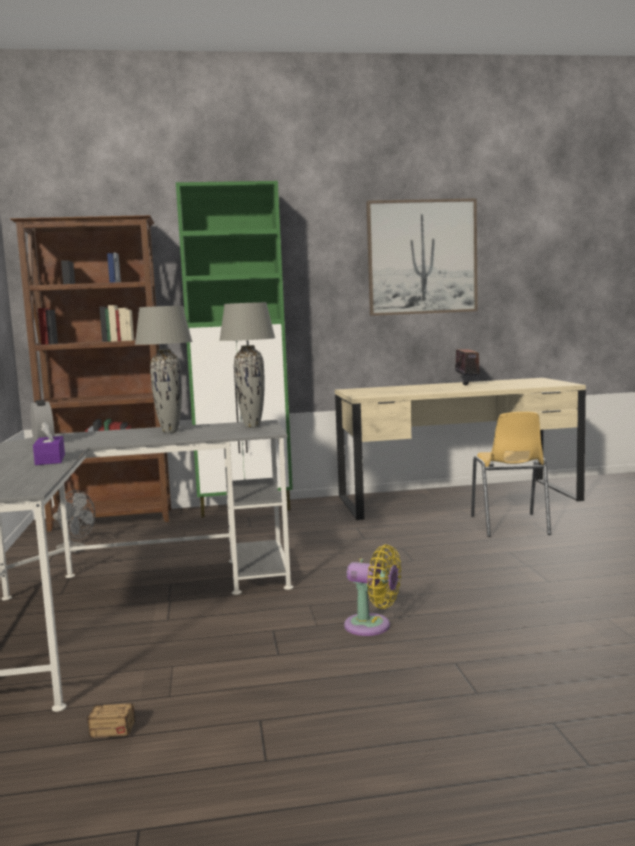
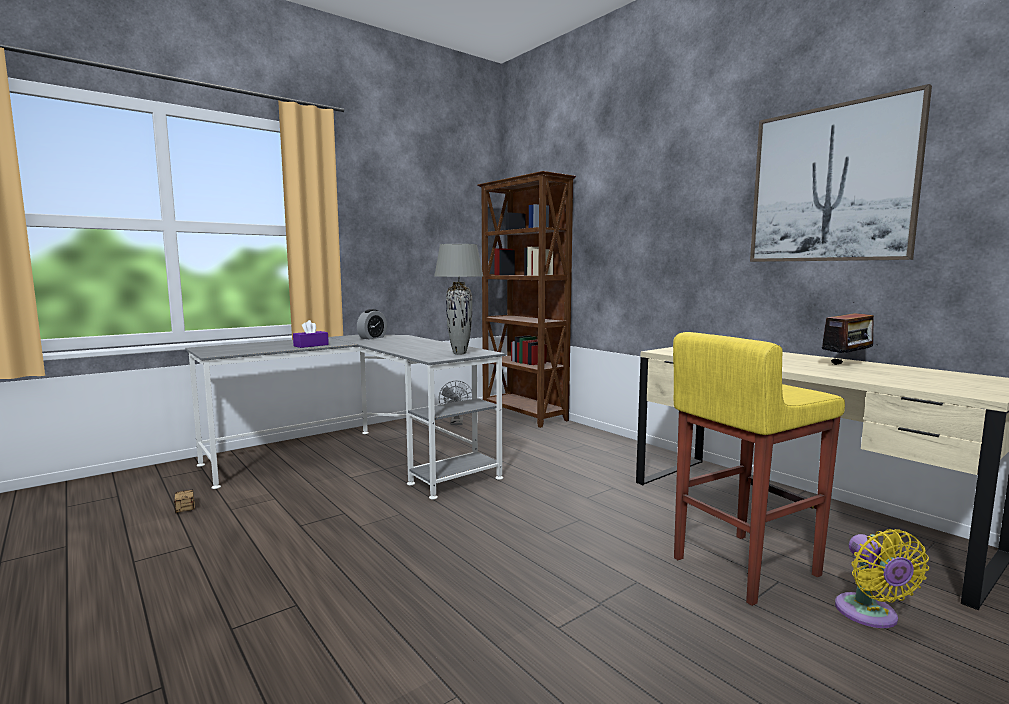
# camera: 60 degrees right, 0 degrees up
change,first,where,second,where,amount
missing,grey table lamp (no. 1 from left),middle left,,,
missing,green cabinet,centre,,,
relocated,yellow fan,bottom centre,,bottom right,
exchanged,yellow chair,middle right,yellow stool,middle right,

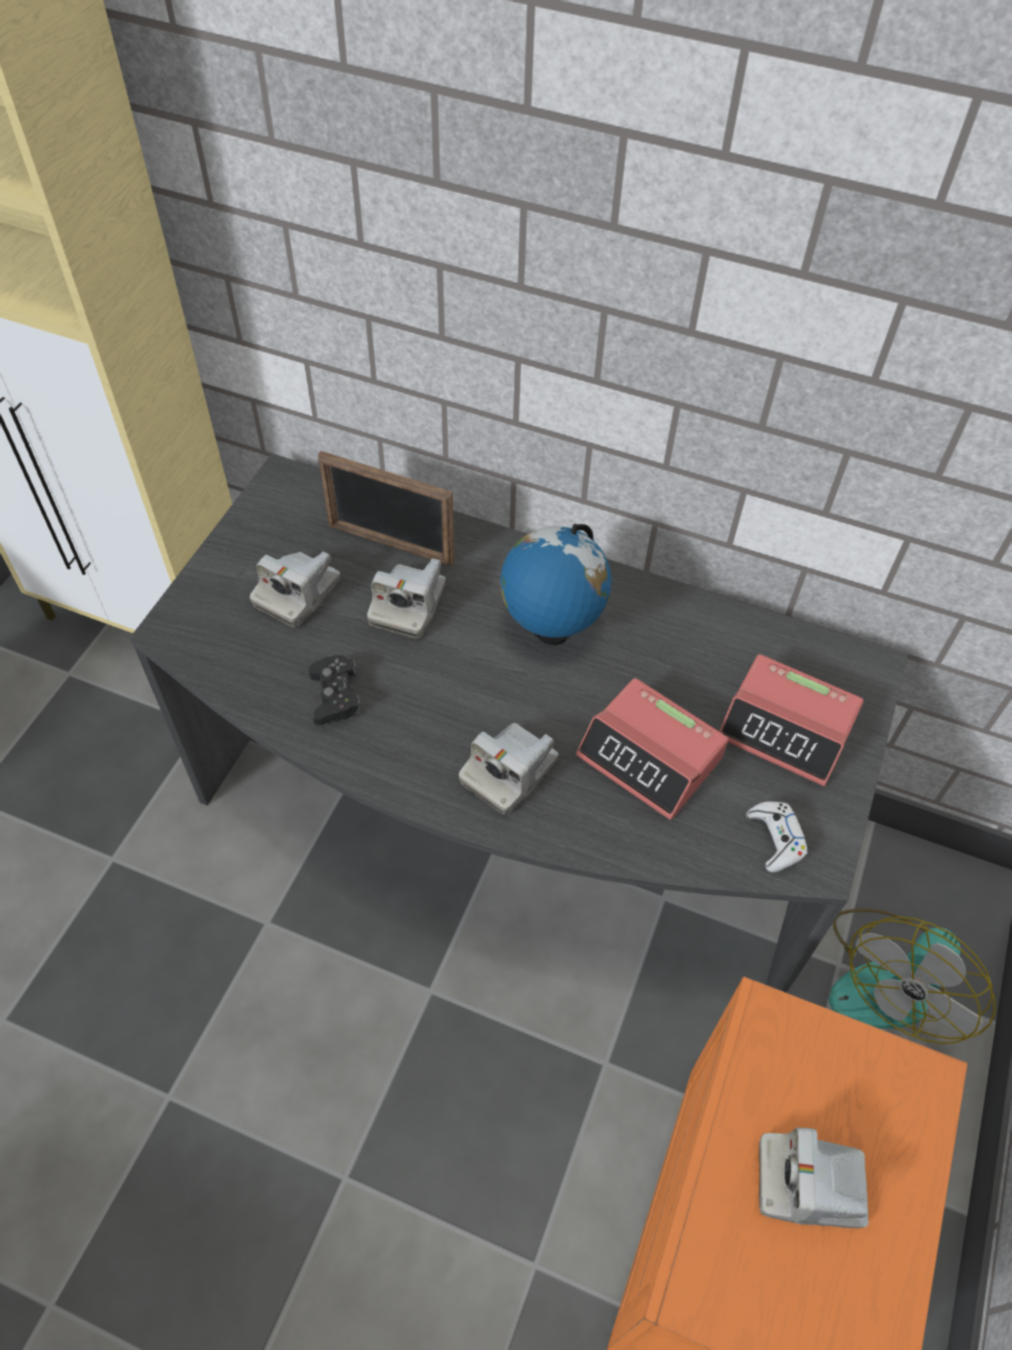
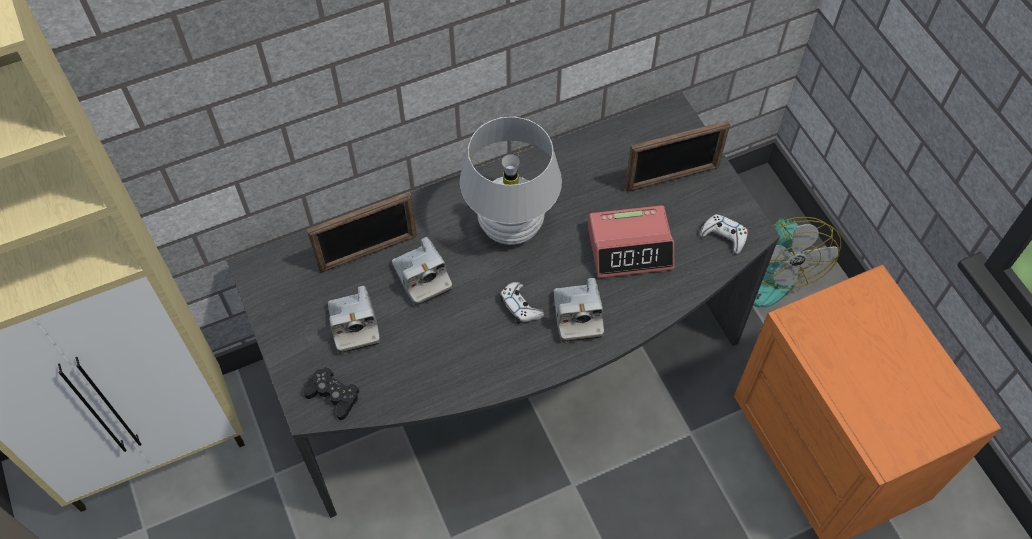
# camera: 45 degrees left, 5 degrees up
change,first,where,second,where,amount
missing,photo camera (no. 4 from left),bottom right,,,
appeared,,,white game controller (no. 1 from left),centre,
relocated,black game controller,middle left,,bottom left,
exchanged,globe,centre,white table lamp,centre,
exchanged,alarm clock (no. 2 from left),middle right,picture frame (no. 2 from left),top centre,

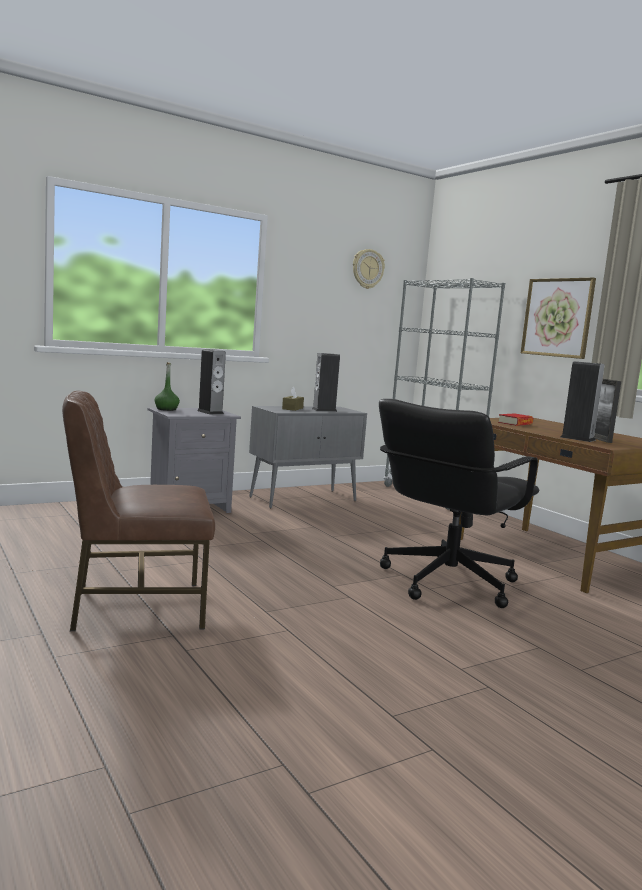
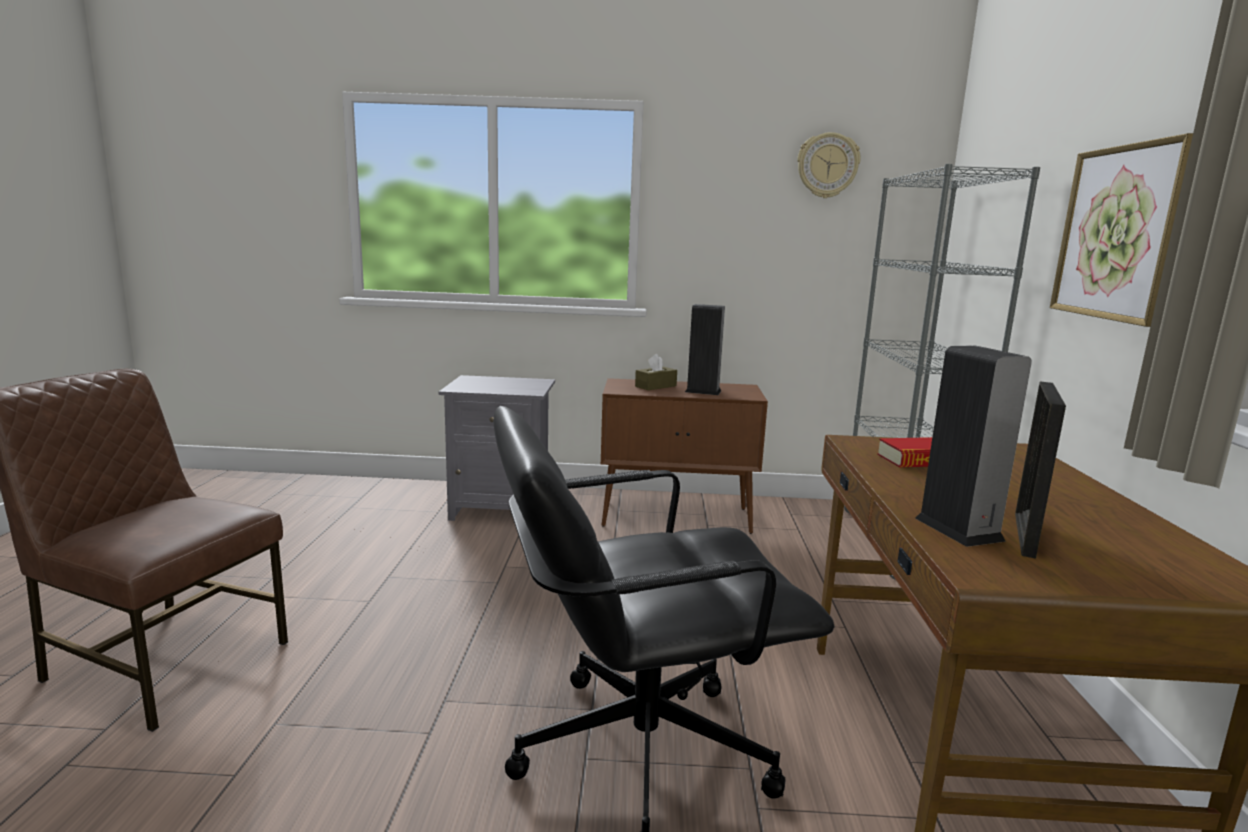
# camera: 35 degrees right, 5 degrees up
change,first,where,second,where,amount
missing,green bottle,middle left,,,
missing,speaker (no. 1 from left),middle left,,,
colour,grey cabinet,centre,brown cabinet,centre,

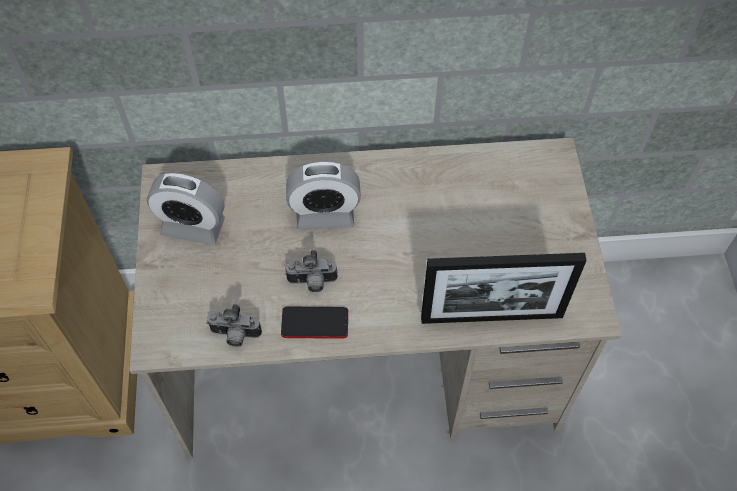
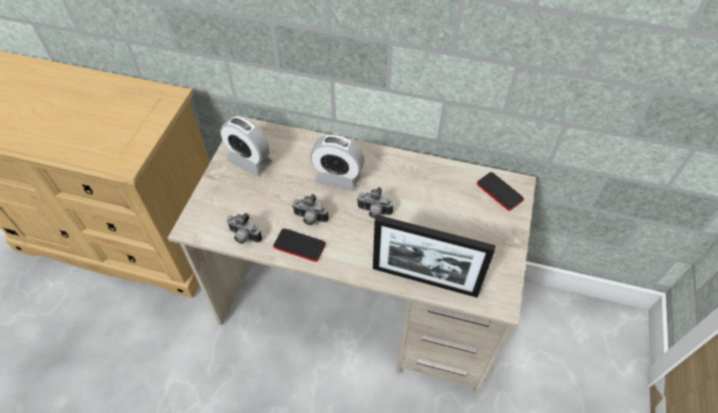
# camera: 20 degrees right, 5 degrees down
change,first,where,second,where,amount
appeared,,,photo camera (no. 3 from left),centre,
appeared,,,phone (no. 2 from left),middle right,

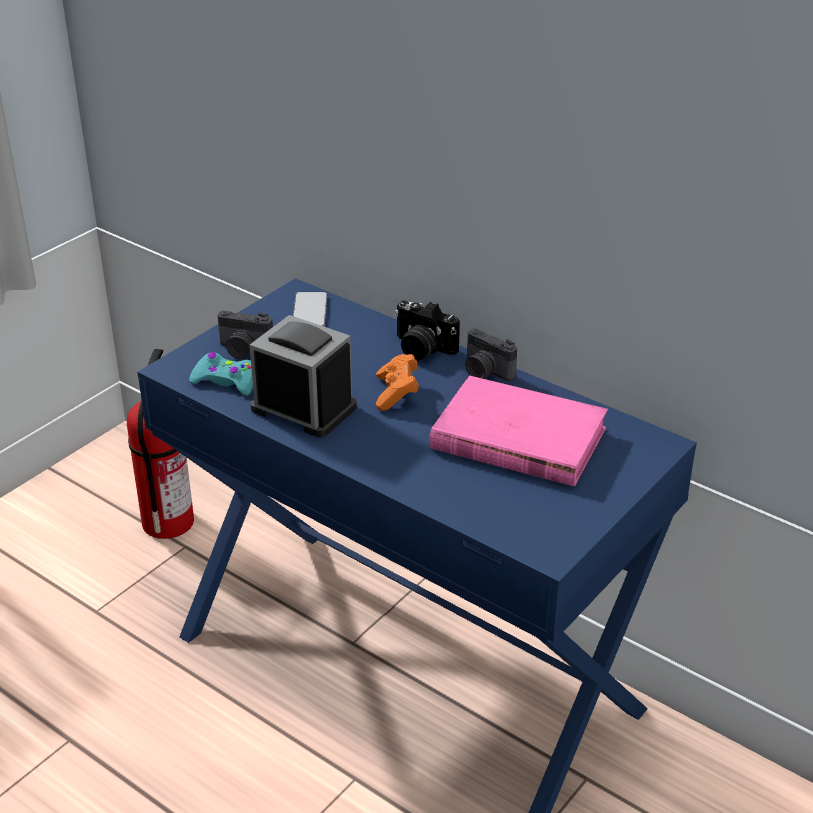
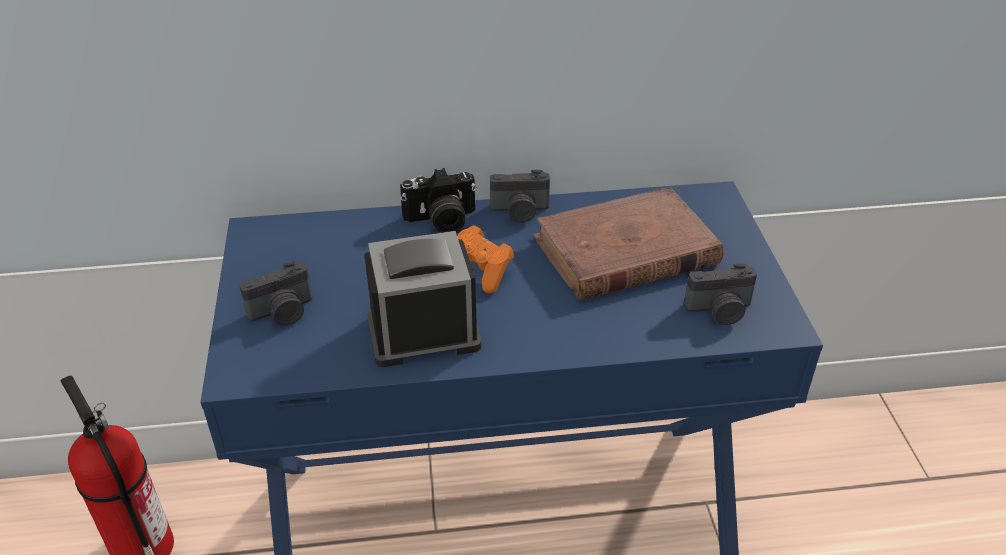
# camera: 45 degrees left, 5 degrees up
change,first,where,second,where,amount
missing,turquoise game controller,middle left,,,
missing,phone,centre,,,
appeared,,,photo camera (no. 4 from left),middle right,
colour,pink book,centre,brown book,centre,

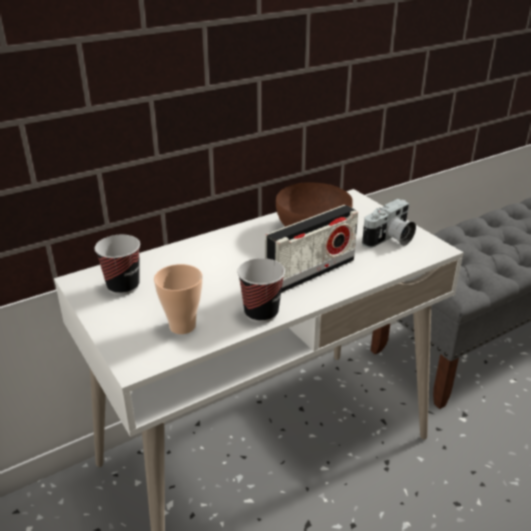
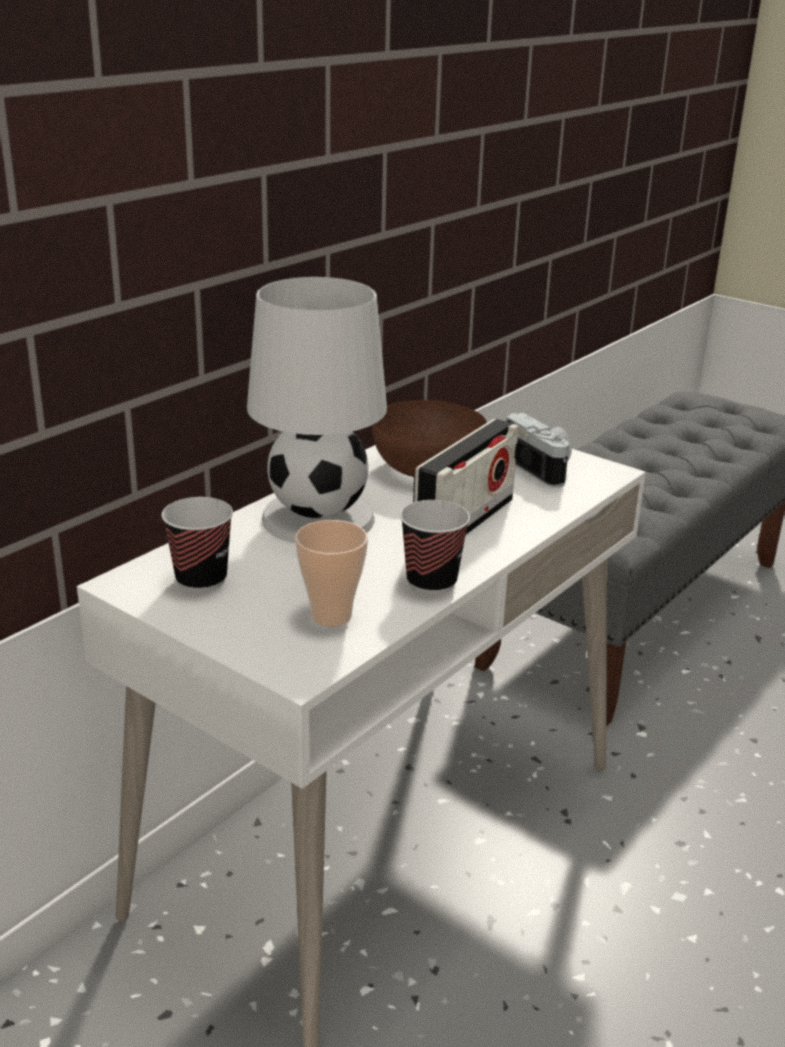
# camera: 20 degrees left, 5 degrees down
change,first,where,second,where,amount
appeared,,,white table lamp,centre,
spun,photo camera,middle right,,middle right,60 degrees counterclockwise

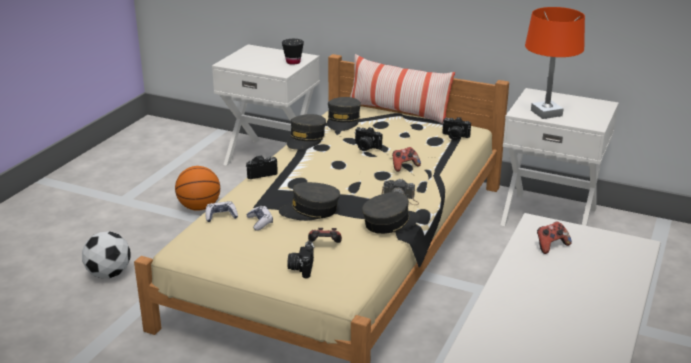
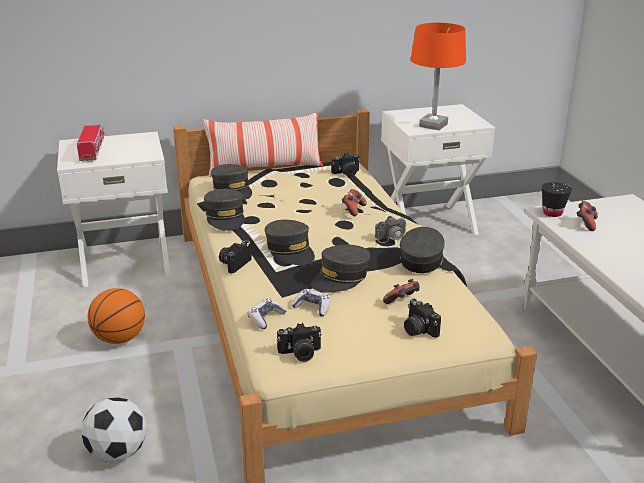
# camera: 40 degrees left, 0 degrees up
change,first,where,second,where,amount
appeared,,,toy truck,top left,
appeared,,,grey cap (no. 3 from left),centre,
relocated,black cup,top centre,,middle right,
relocated,photo camera (no. 3 from left in the first image),centre,photo camera (no. 2 from left),bottom centre,

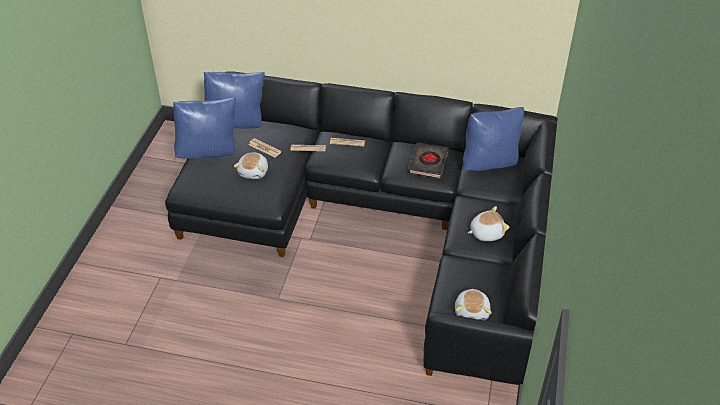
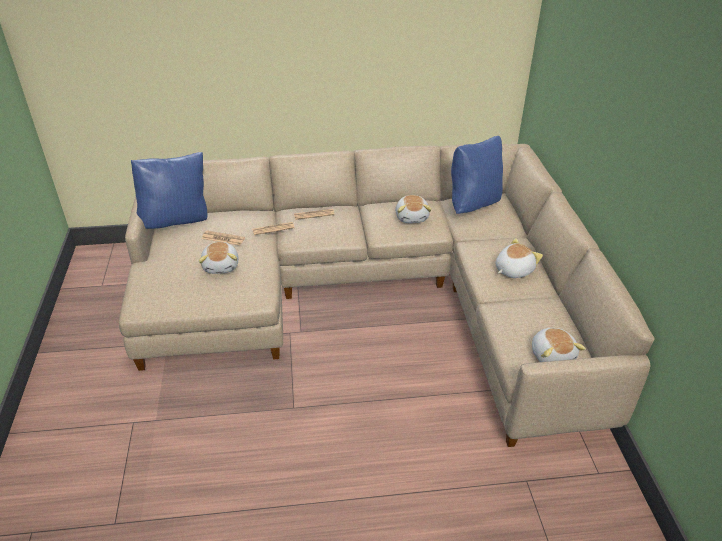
# camera: 20 degrees left, 5 degrees down
change,first,where,second,where,amount
missing,blue pillow (no. 1 from left),top left,,,
exchanged,black book,centre,plush toy (no. 2 from left),centre,
colour,black sofa,centre,beige sofa,centre,

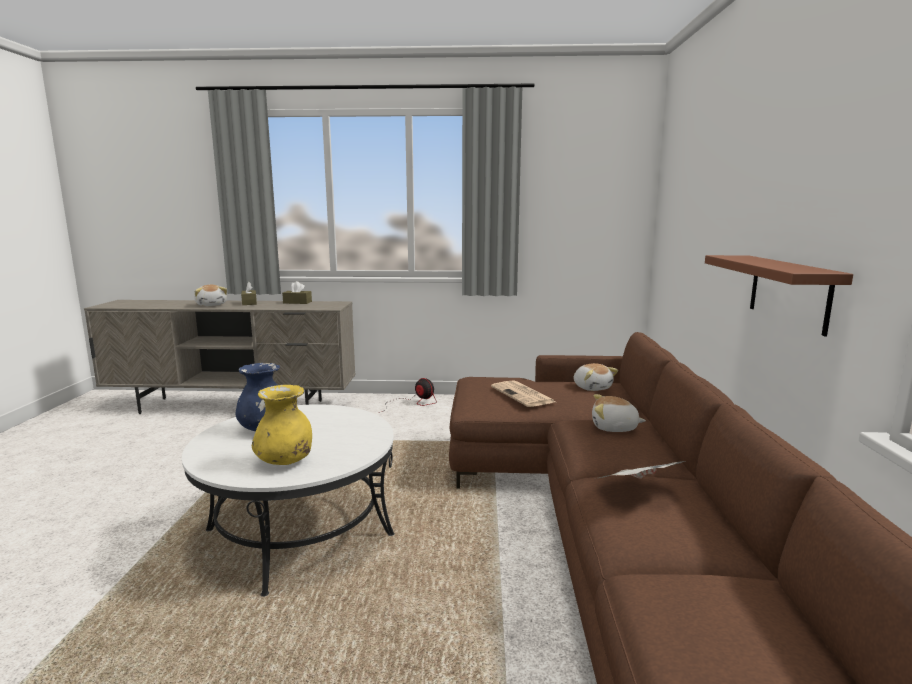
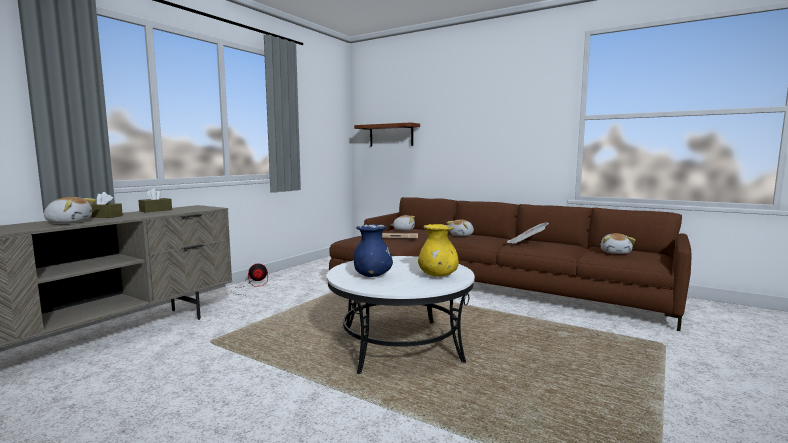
# camera: 60 degrees left, 5 degrees down
change,first,where,second,where,amount
appeared,,,plush toy (no. 4 from left),middle right,
relocated,brown shelf,middle right,,top centre,

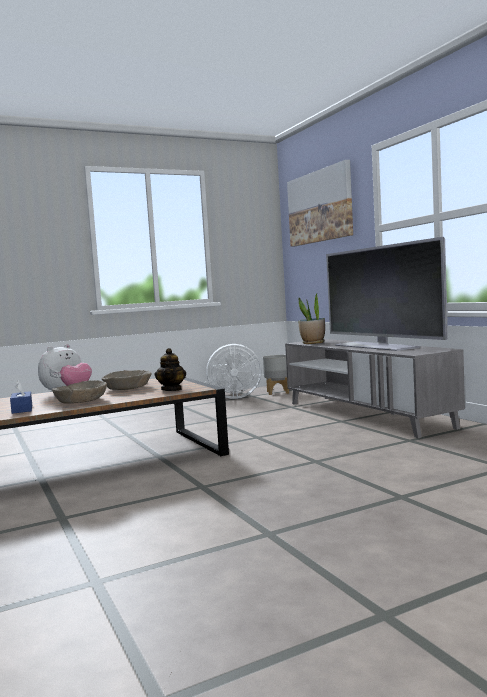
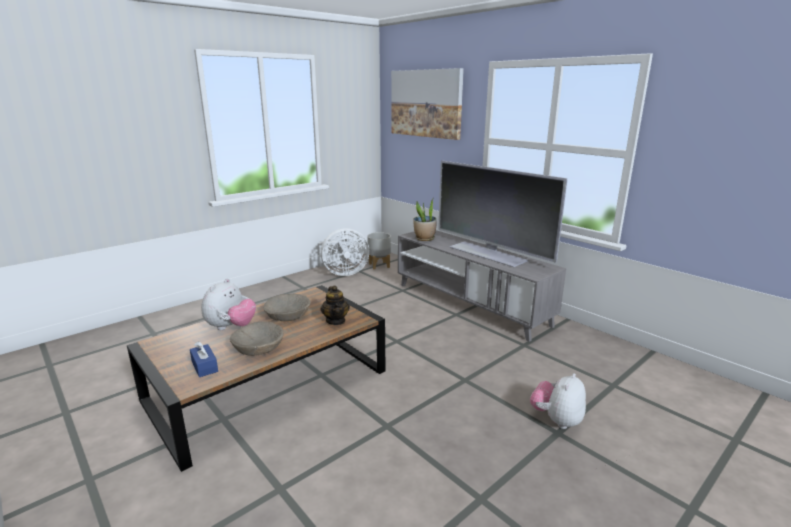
# camera: 15 degrees left, 15 degrees up
change,first,where,second,where,amount
appeared,,,plush toy (no. 2 from left),bottom right,

